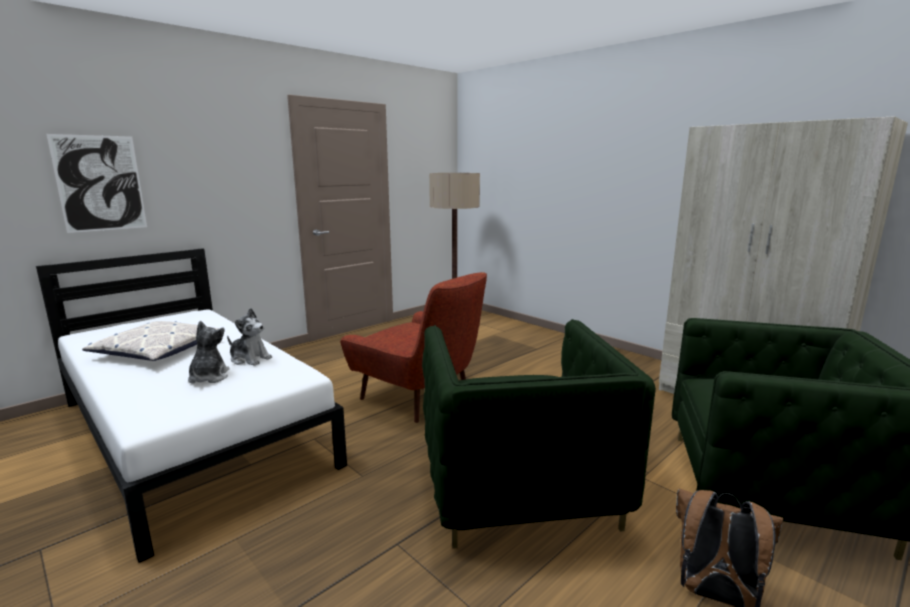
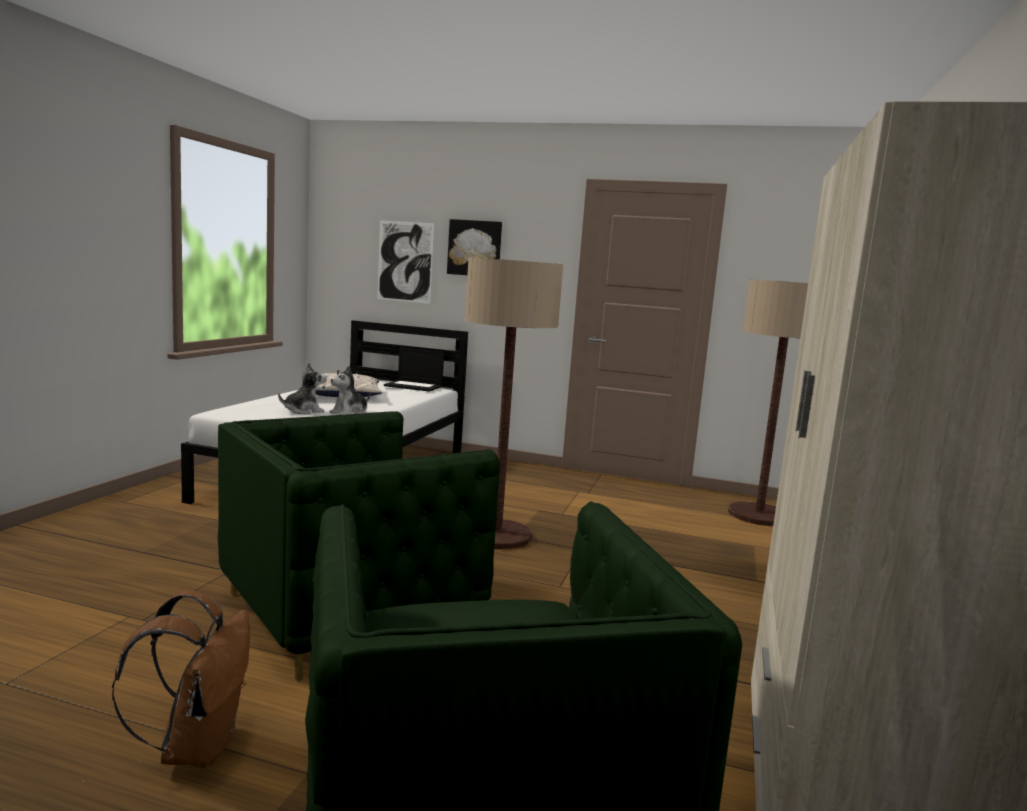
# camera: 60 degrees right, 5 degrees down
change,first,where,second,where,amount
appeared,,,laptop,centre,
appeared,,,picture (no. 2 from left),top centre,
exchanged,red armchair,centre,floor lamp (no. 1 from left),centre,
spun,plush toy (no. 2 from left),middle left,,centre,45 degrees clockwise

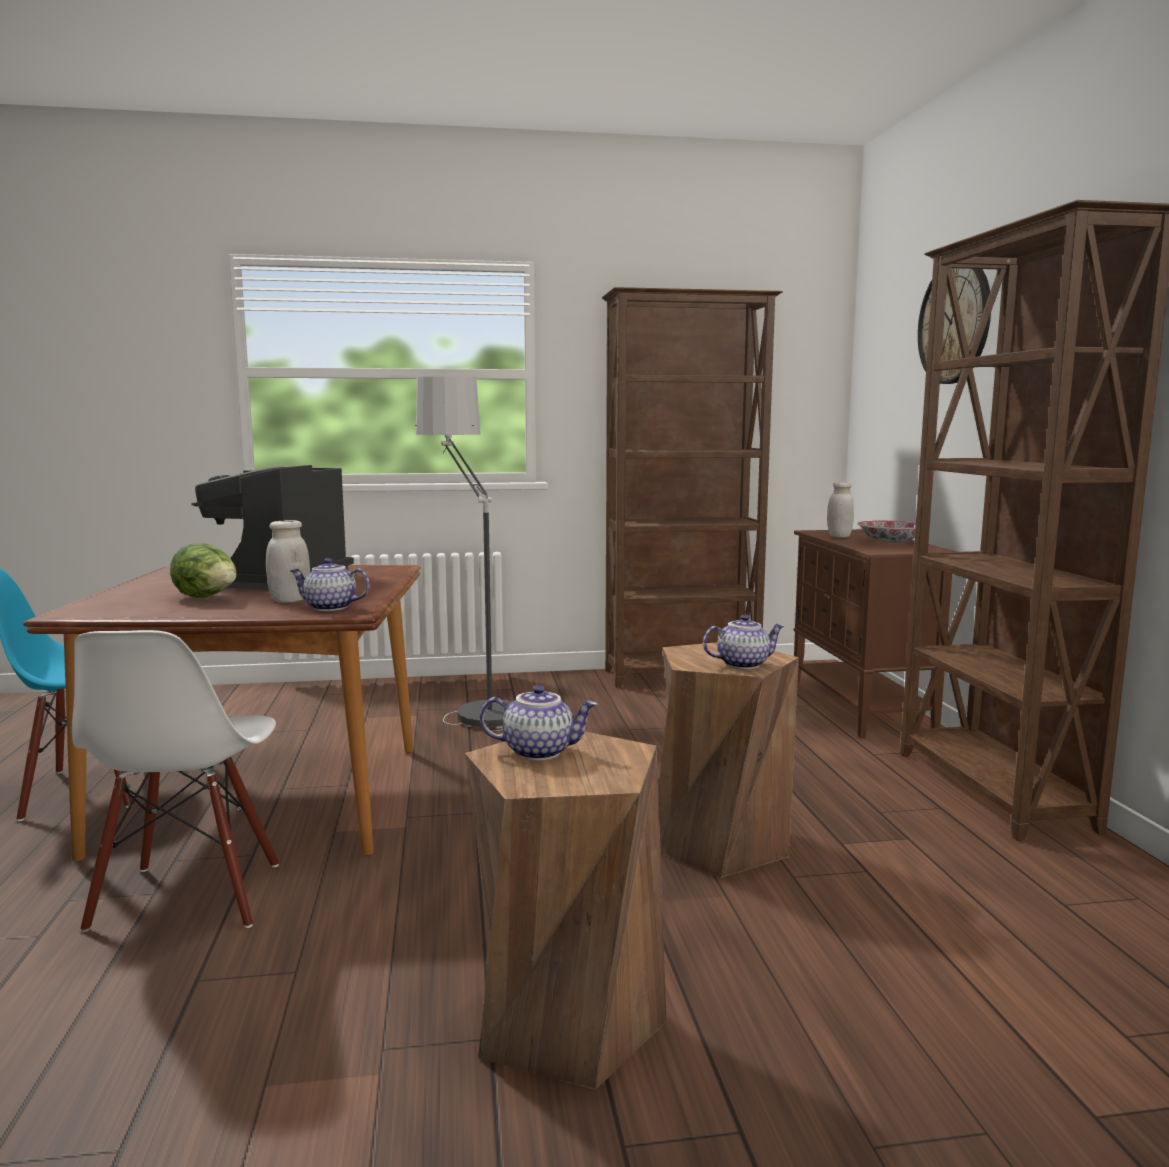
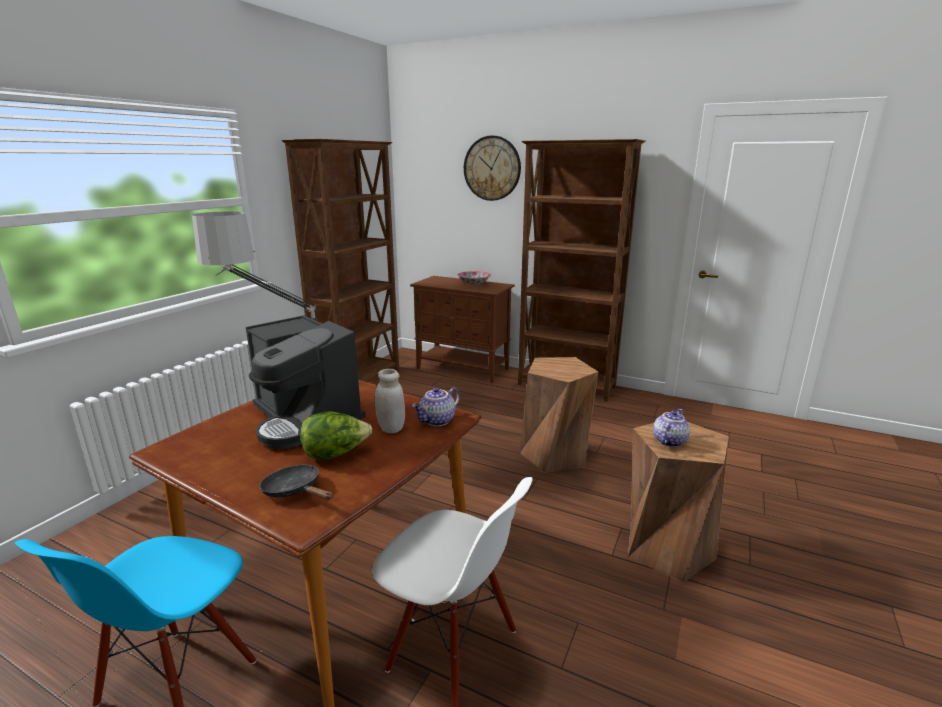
# camera: 55 degrees left, 10 degrees up
change,first,where,second,where,amount
missing,teapot (no. 3 from left),centre,,,
missing,white jar (no. 2 from left),middle right,,,
appeared,,,black frying pan,bottom left,

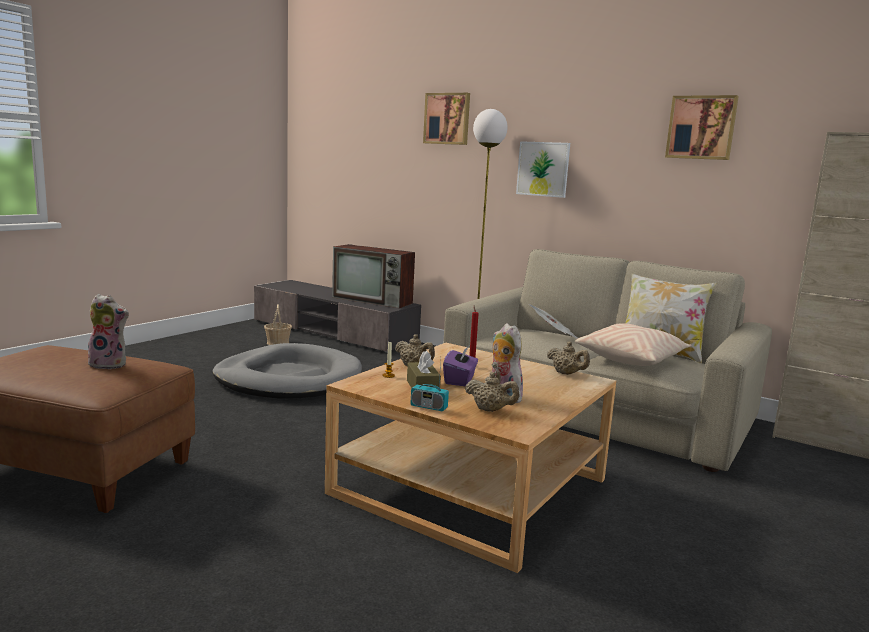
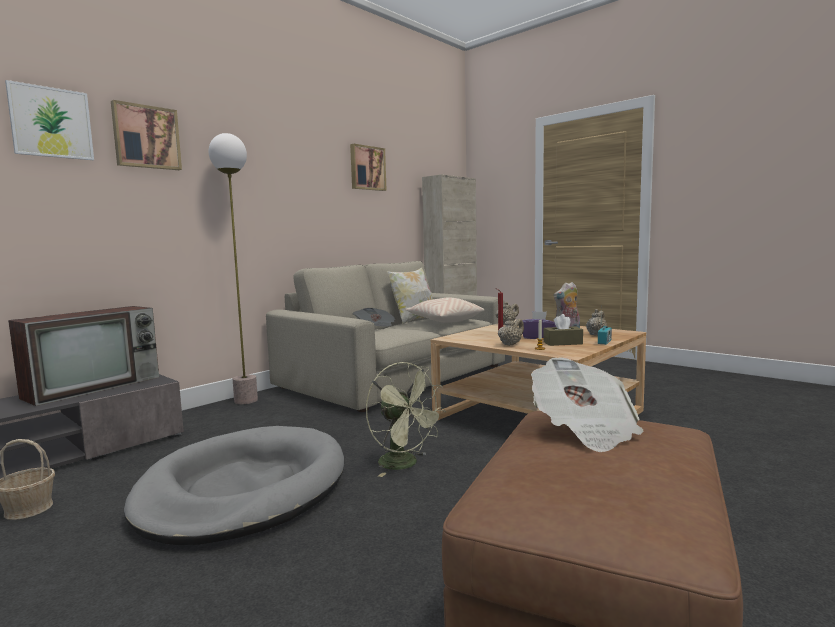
# camera: 80 degrees left, 5 degrees down
change,first,where,second,where,amount
appeared,,,green fan,bottom centre,
relocated,picture (no. 2 from left in the first image),top centre,picture (no. 1 from left),top left,
exchanged,plush toy (no. 1 from left),middle left,newspaper (no. 2 from left),middle right,

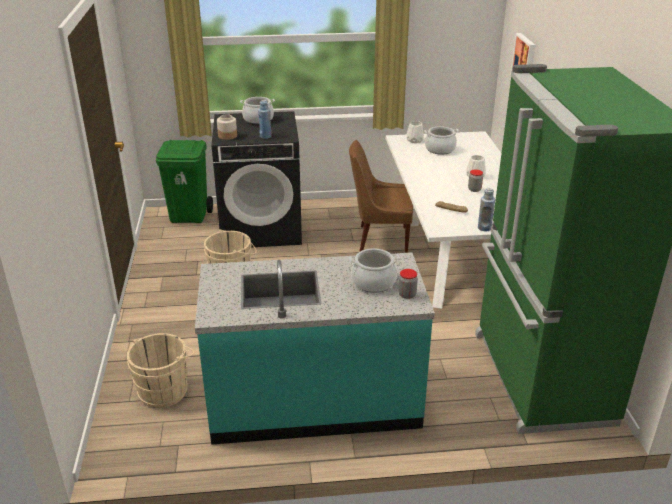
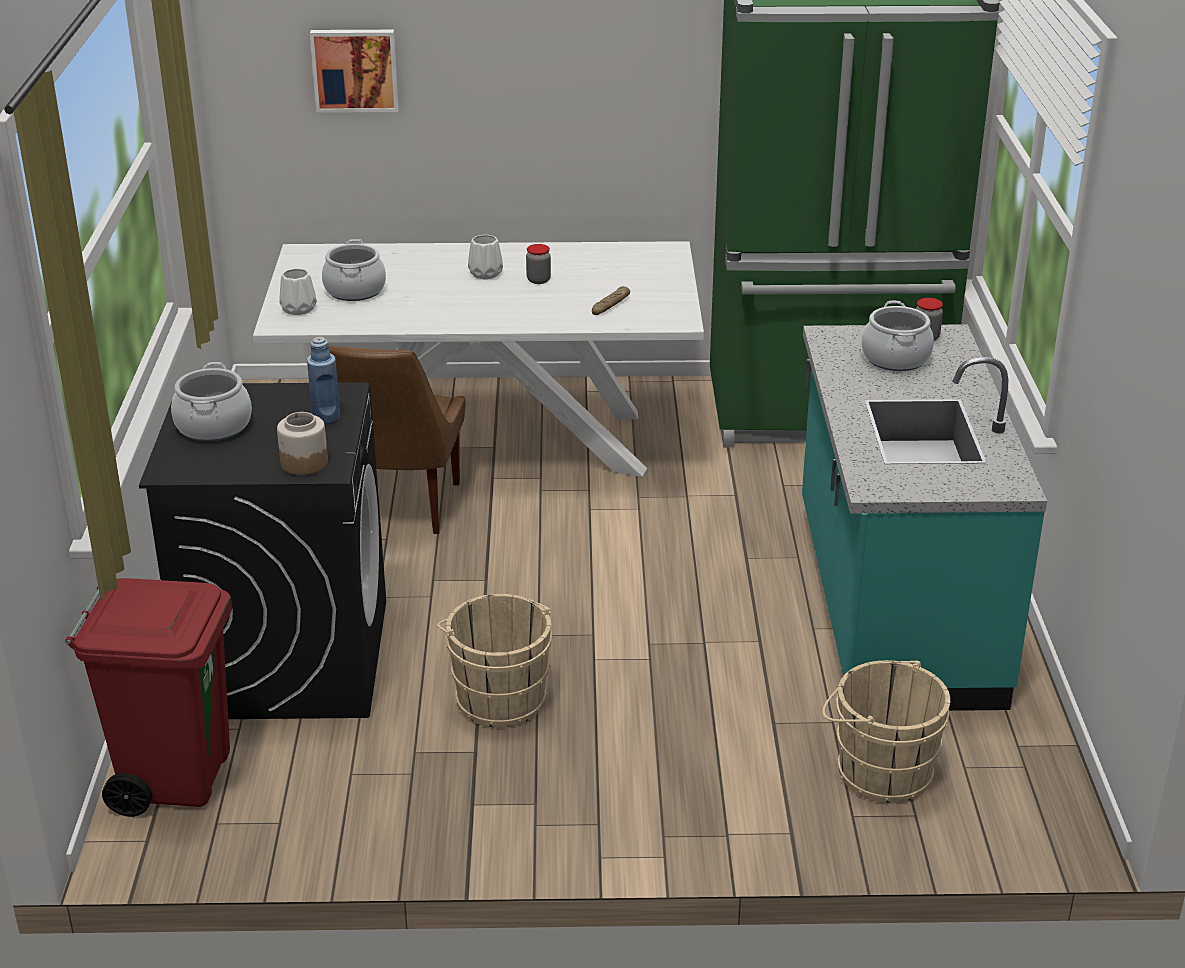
# camera: 85 degrees left, 0 degrees up
change,first,where,second,where,amount
missing,blue bottle (no. 2 from left),middle right,,,
colour,green trash can,middle left,red trash can,bottom left,

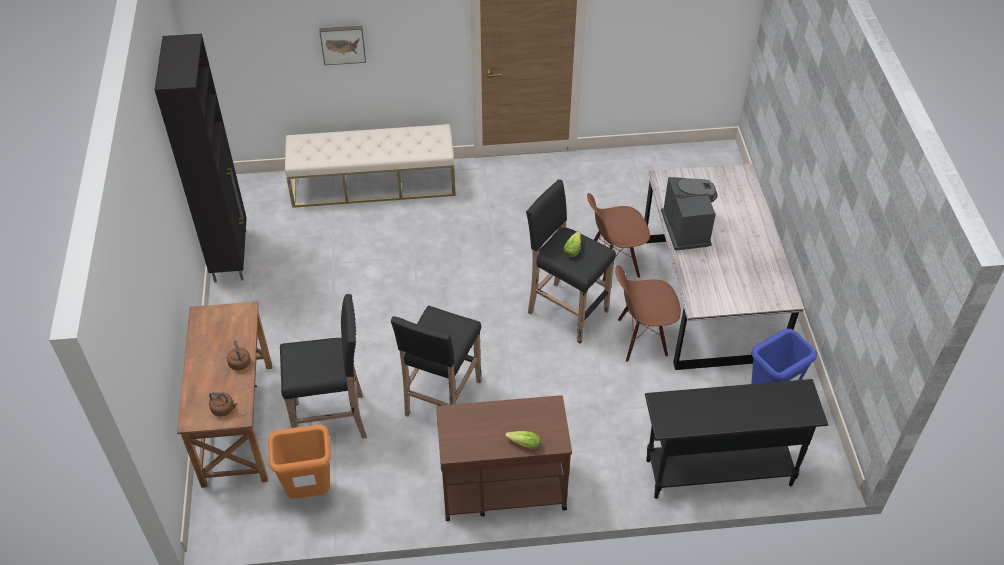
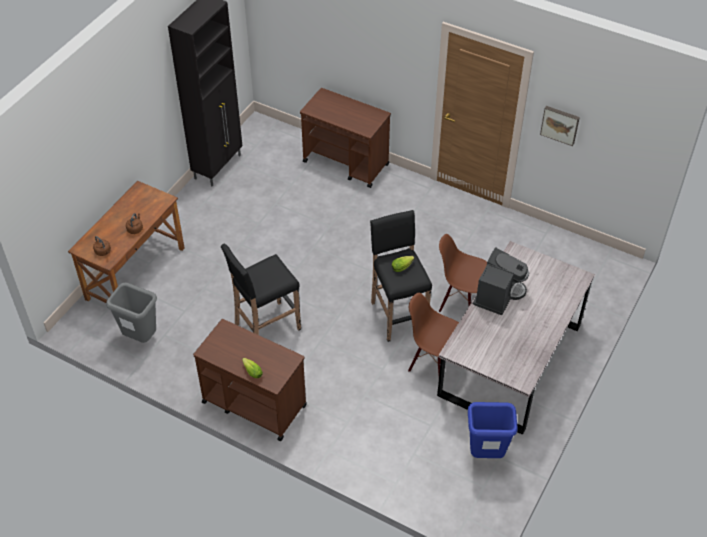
# camera: 35 degrees right, 0 degrees up
change,first,where,second,where,amount
missing,black stool (no. 1 from left),middle left,,,
missing,black console table,bottom right,,,
relocated,picture,top centre,,top right,
exchanged,beige bench,top centre,brown cart (no. 2 from left),top centre,
colour,orange trash can,bottom left,grey trash can,middle left,

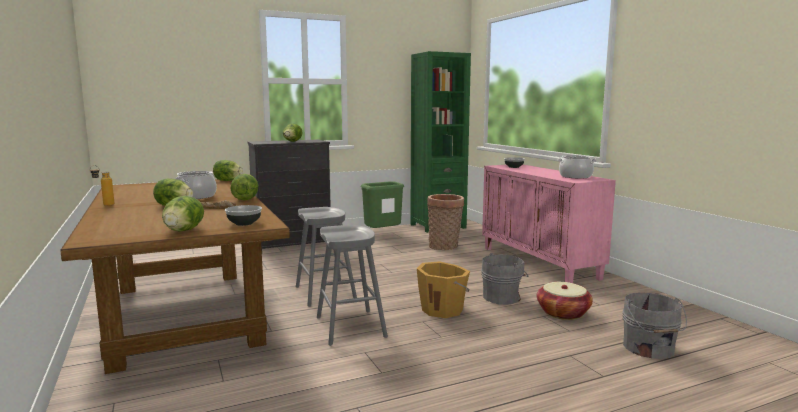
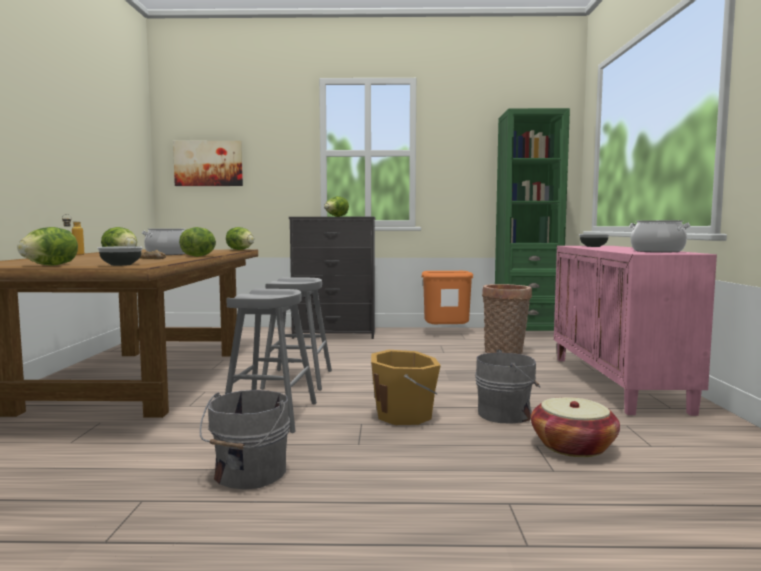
# camera: 25 degrees right, 5 degrees down
change,first,where,second,where,amount
appeared,,,picture,top left,
relocated,grey bucket (no. 2 from left in the first image),bottom right,grey bucket (no. 1 from left),bottom left,
colour,green trash can,centre,orange trash can,centre,

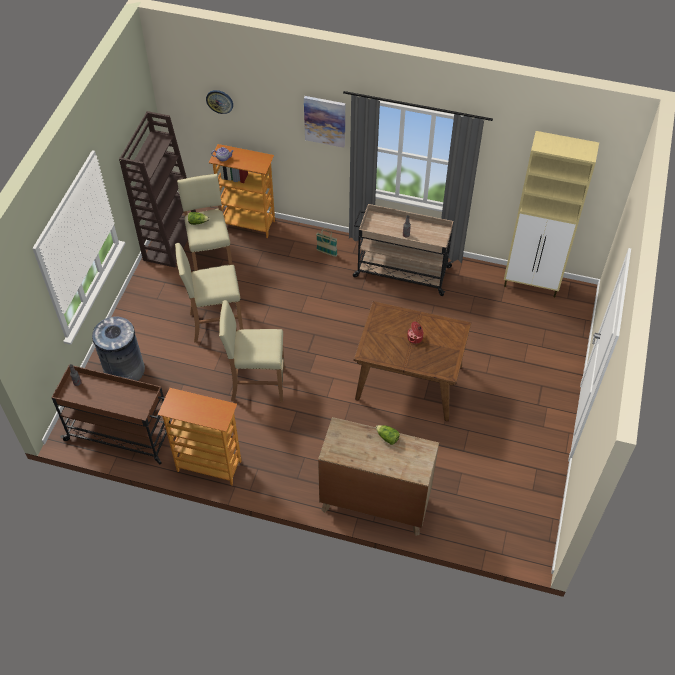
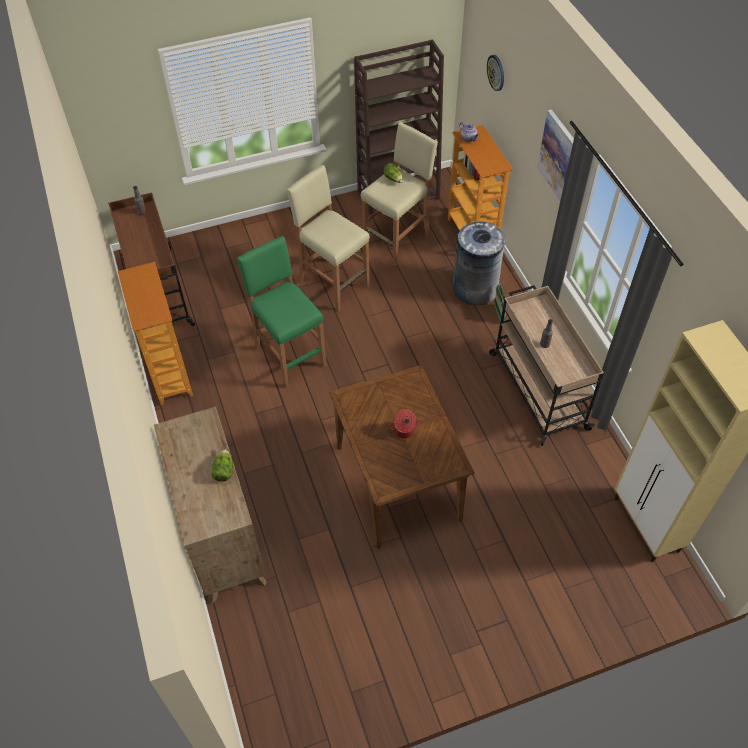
# camera: 55 degrees right, 0 degrees up
change,first,where,second,where,amount
relocated,grey trash can,middle left,,centre,
colour,beige stool (no. 3 from left),centre,green stool,centre,

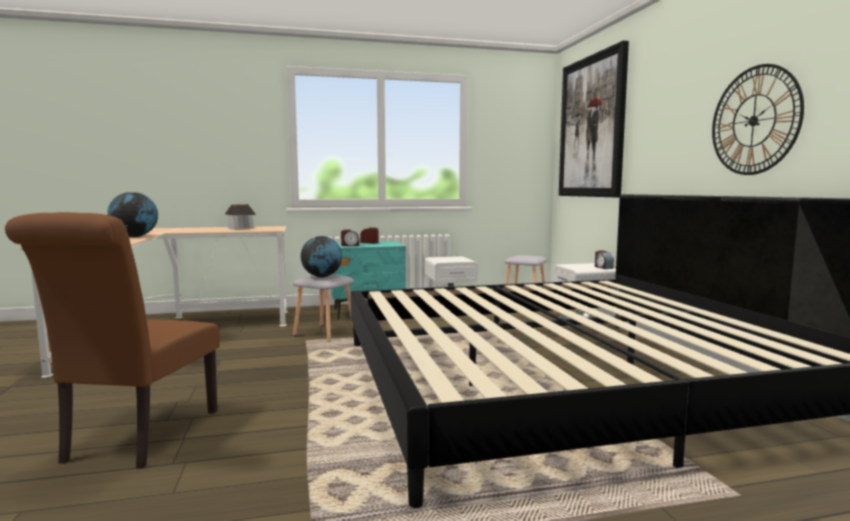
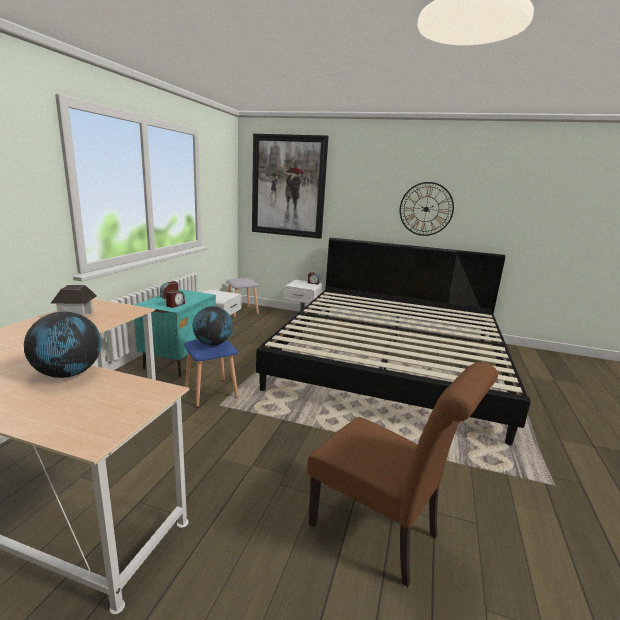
# camera: 60 degrees left, 10 degrees up
change,first,where,second,where,amount
colour,grey stool (no. 1 from left),centre,blue stool,centre,

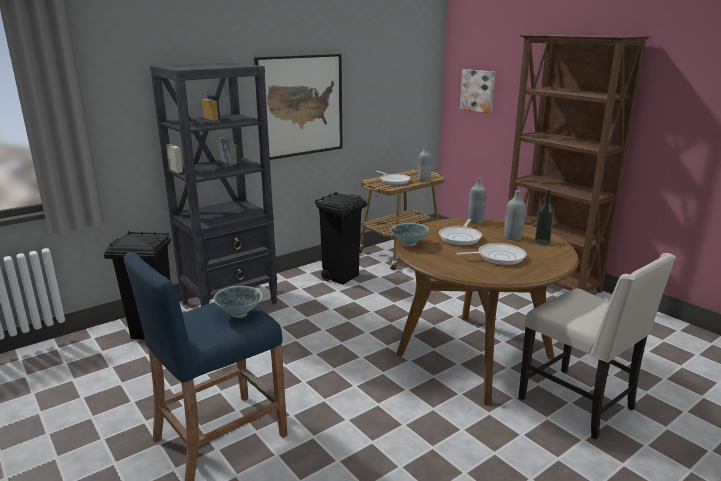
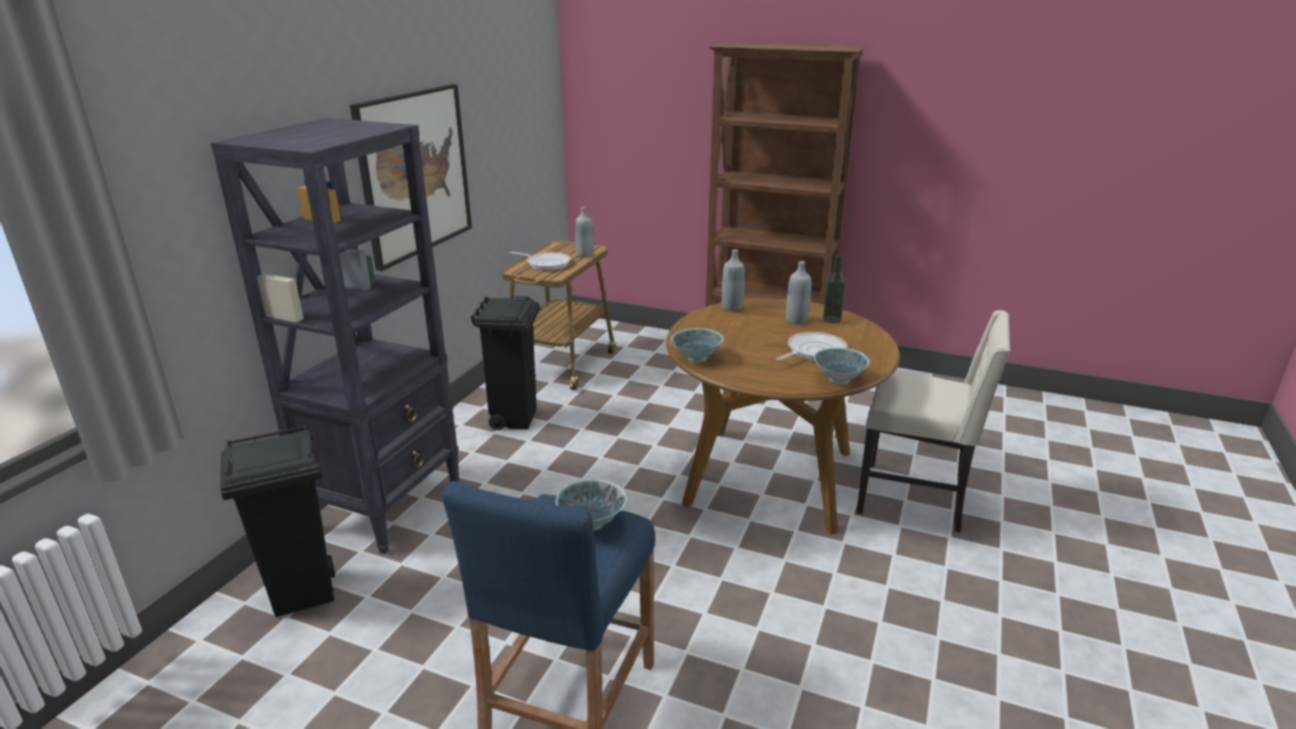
# camera: 30 degrees left, 5 degrees up
change,first,where,second,where,amount
missing,frying pan (no. 2 from left),centre,,,
missing,picture (no. 2 from left),top centre,,,
appeared,,,bowl (no. 3 from left),centre,

